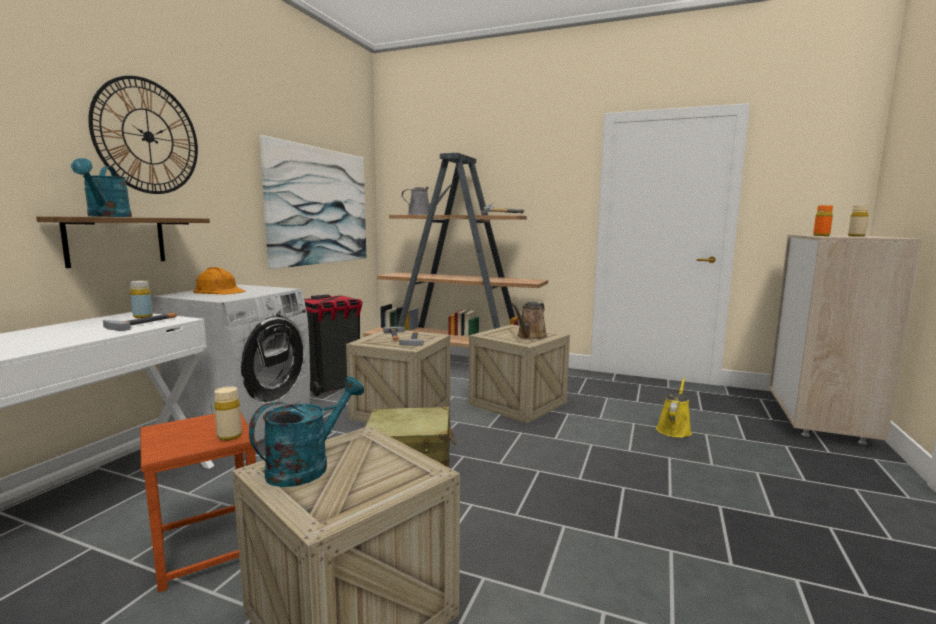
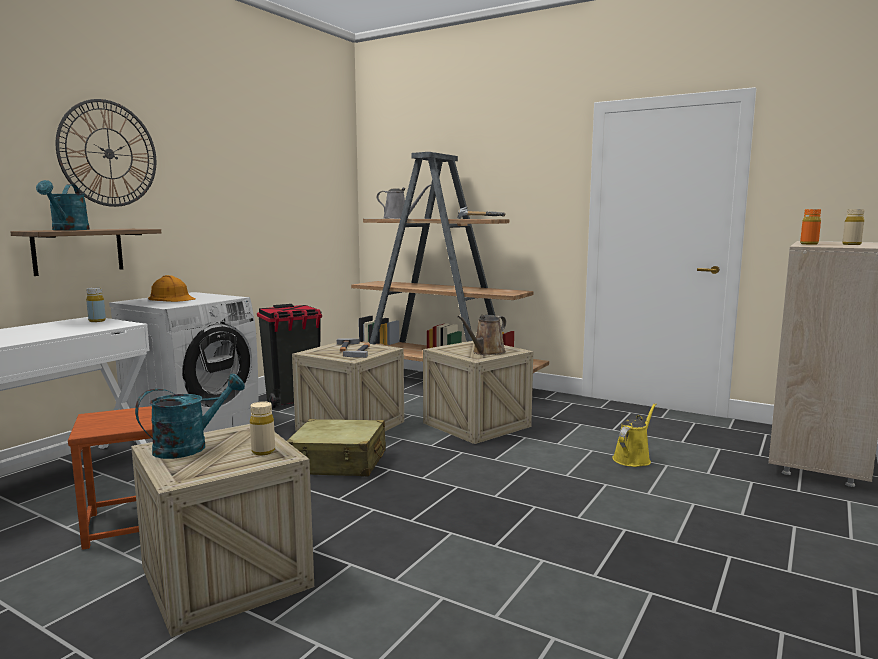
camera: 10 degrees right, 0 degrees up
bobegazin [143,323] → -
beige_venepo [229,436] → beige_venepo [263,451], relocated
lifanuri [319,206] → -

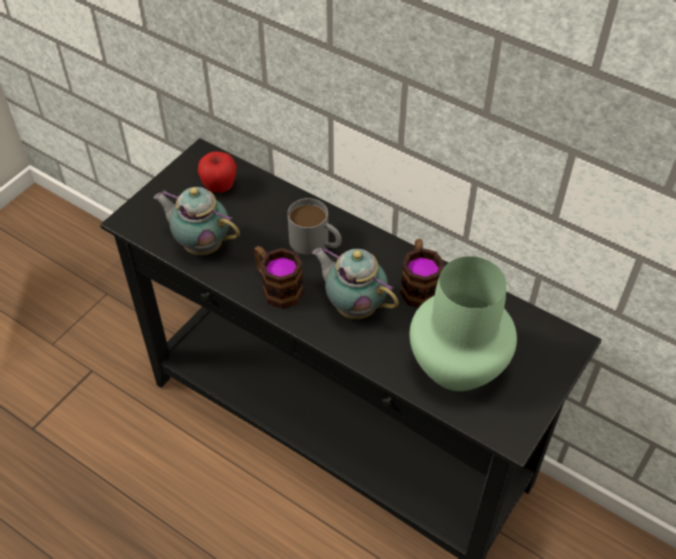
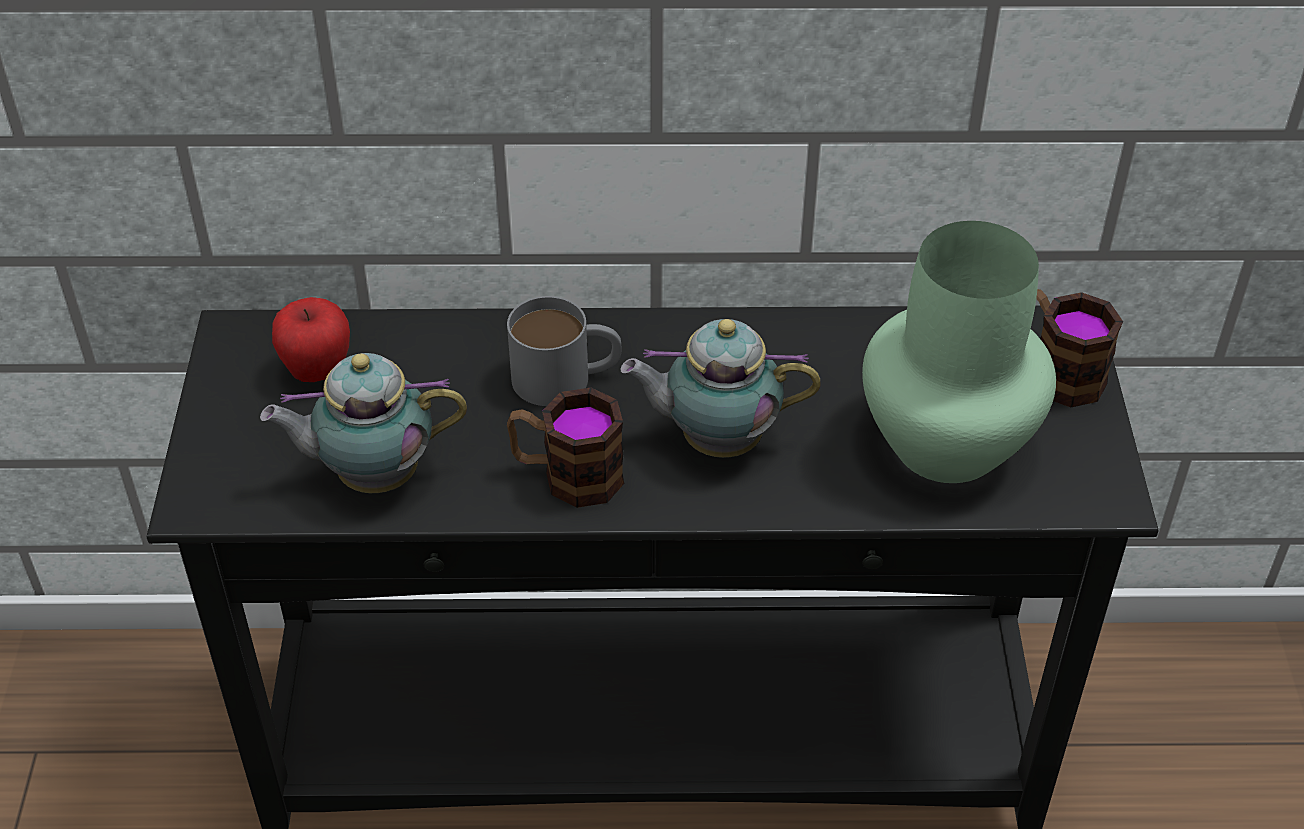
camera: 35 degrees left, 5 degrees down
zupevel [419,285] → zupevel [1056,371], relocated

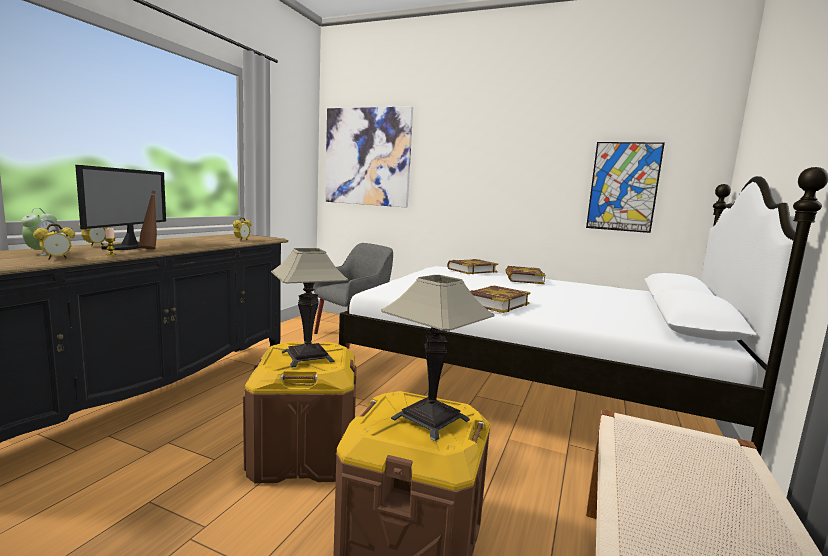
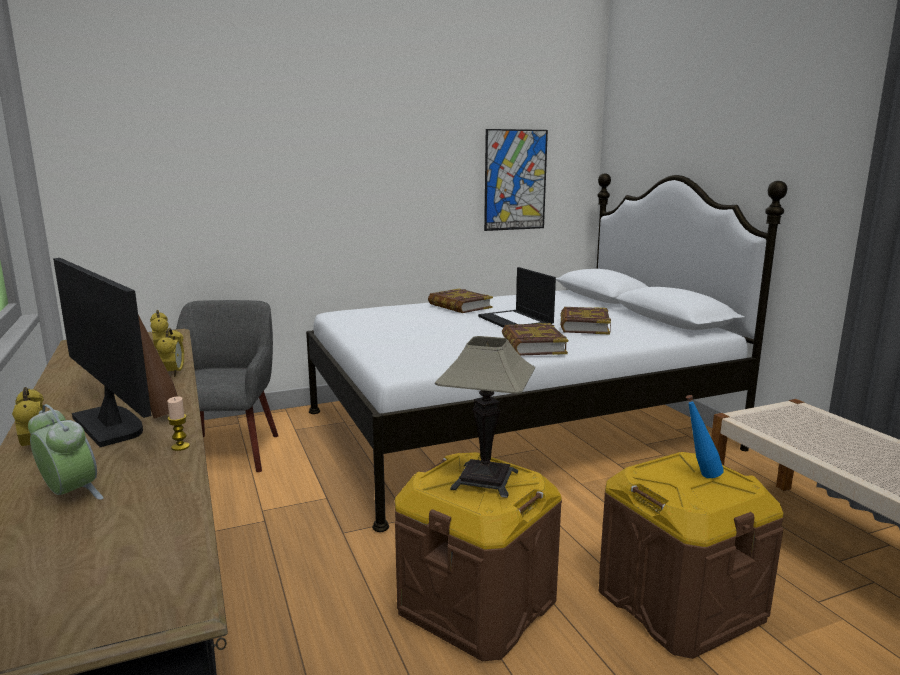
camera: 45 degrees left, 5 degrees up
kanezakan [56,258] → kanezakan [174,374], relocated
lifanuri [367,157] → -
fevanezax [430,419] → blue_venepo [699,476]
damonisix [471,270] → damonisix [583,326], relocated
- → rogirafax [516,321]

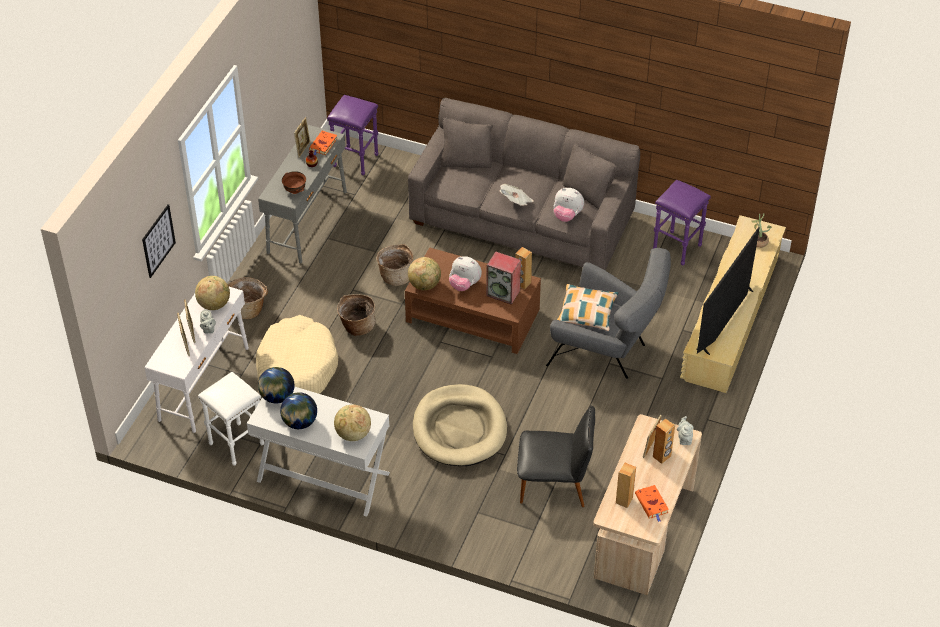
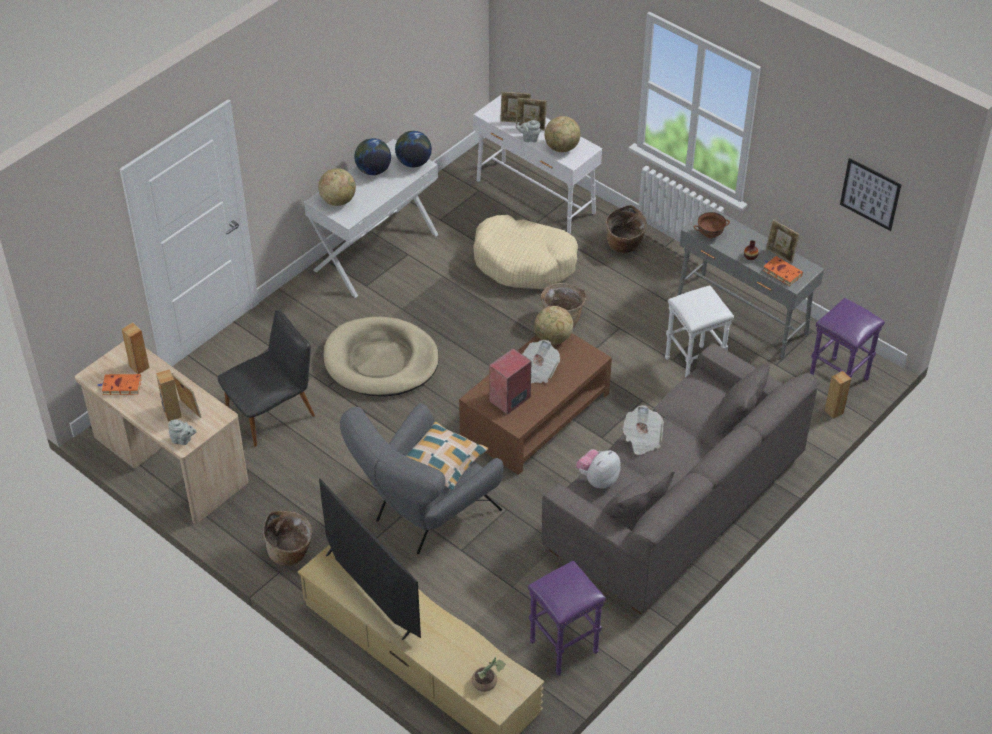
camera: 110 degrees right, 0 degrees up
lifanuri [158,240] → lifanuri [870,194], relocated
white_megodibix [238,443] → white_megodibix [693,366], relocated
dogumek [396,276] → dogumek [291,553], relocated
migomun [464,285] → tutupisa [538,370]
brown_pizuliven [522,283] → brown_pizuliven [833,411], relocated
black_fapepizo [553,483] → black_fapepizo [270,412], 150 degrees counterclockwise

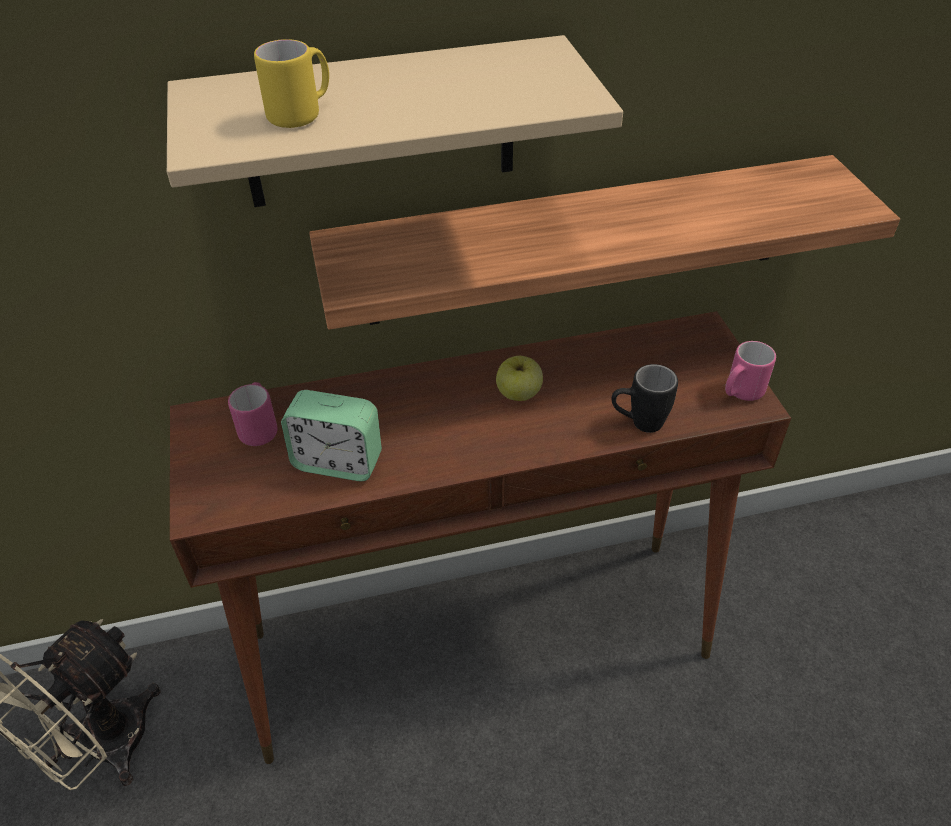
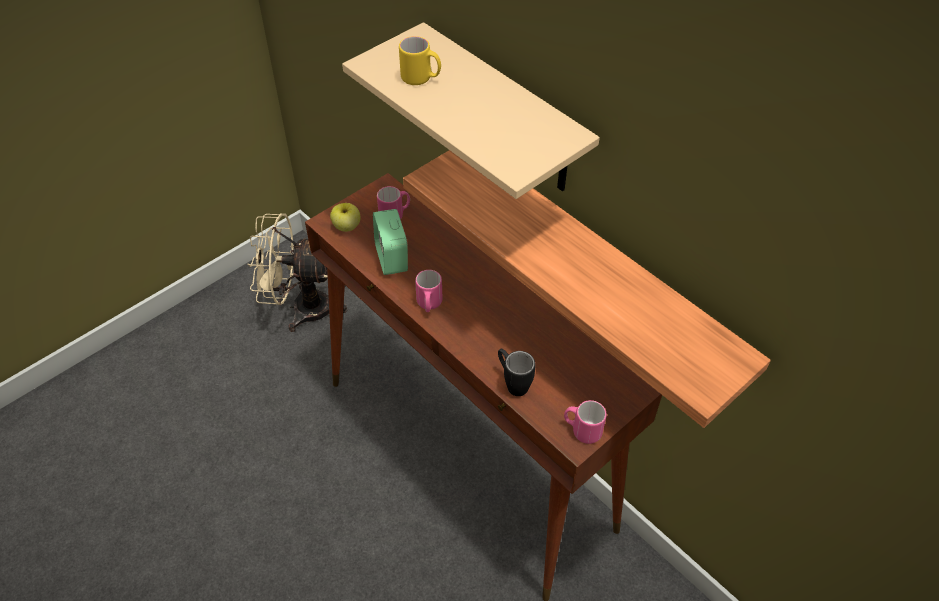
camera: 60 degrees right, 5 degrees up
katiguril [519,394] → katiguril [346,227], relocated
- → pink_zupevel [429,305]

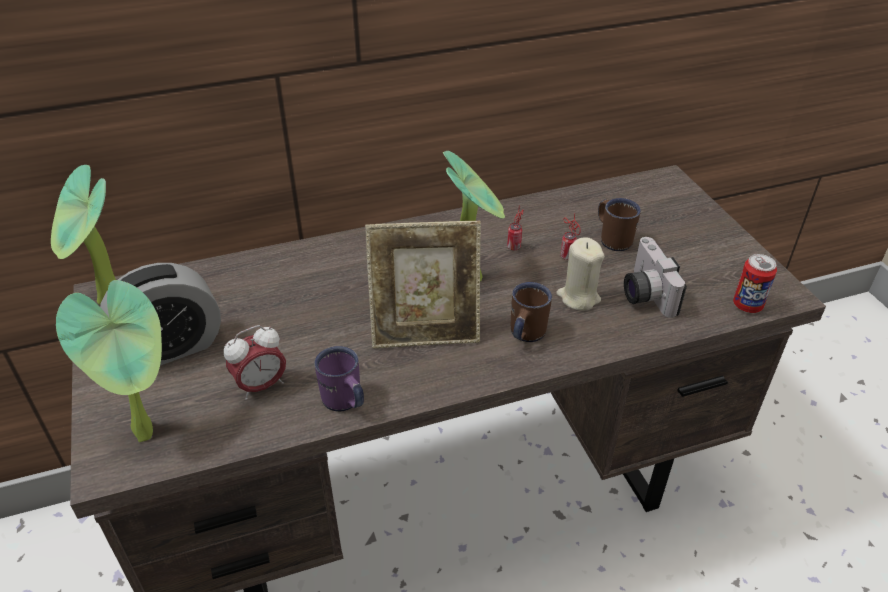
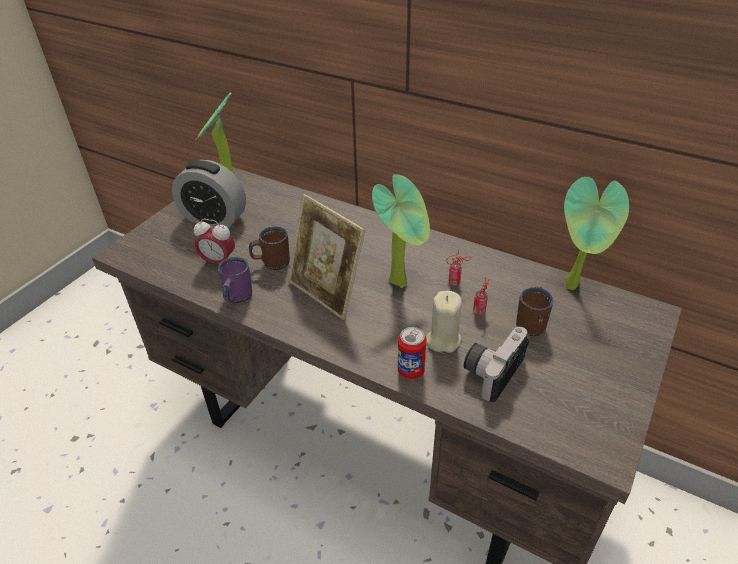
camera: 50 degrees right, 0 degrees up
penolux [150,431] → penolux [575,286], relocated
brown_zupevel [524,335] → brown_zupevel [271,263], relocated
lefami [747,305] → lefami [411,370], relocated

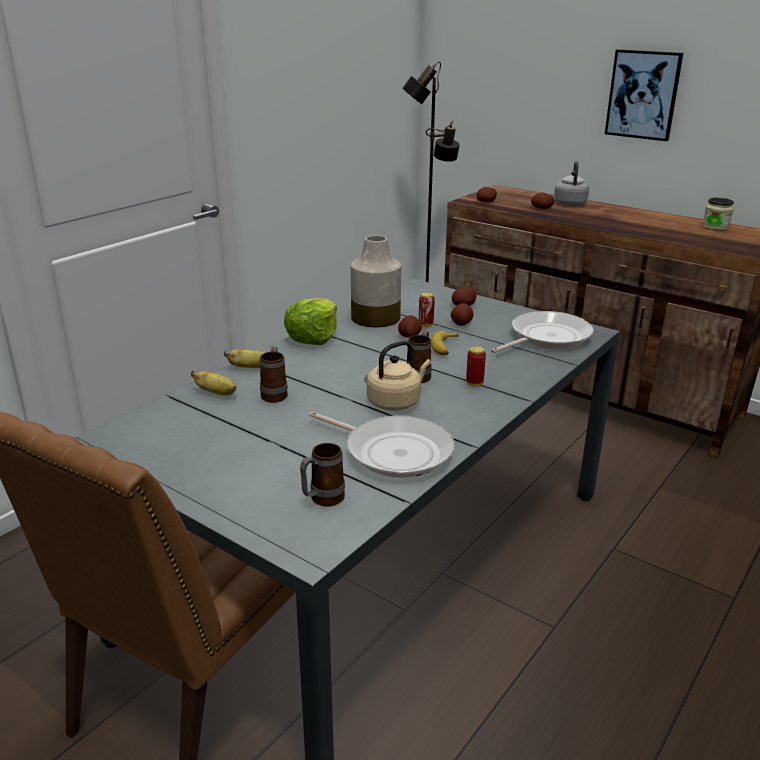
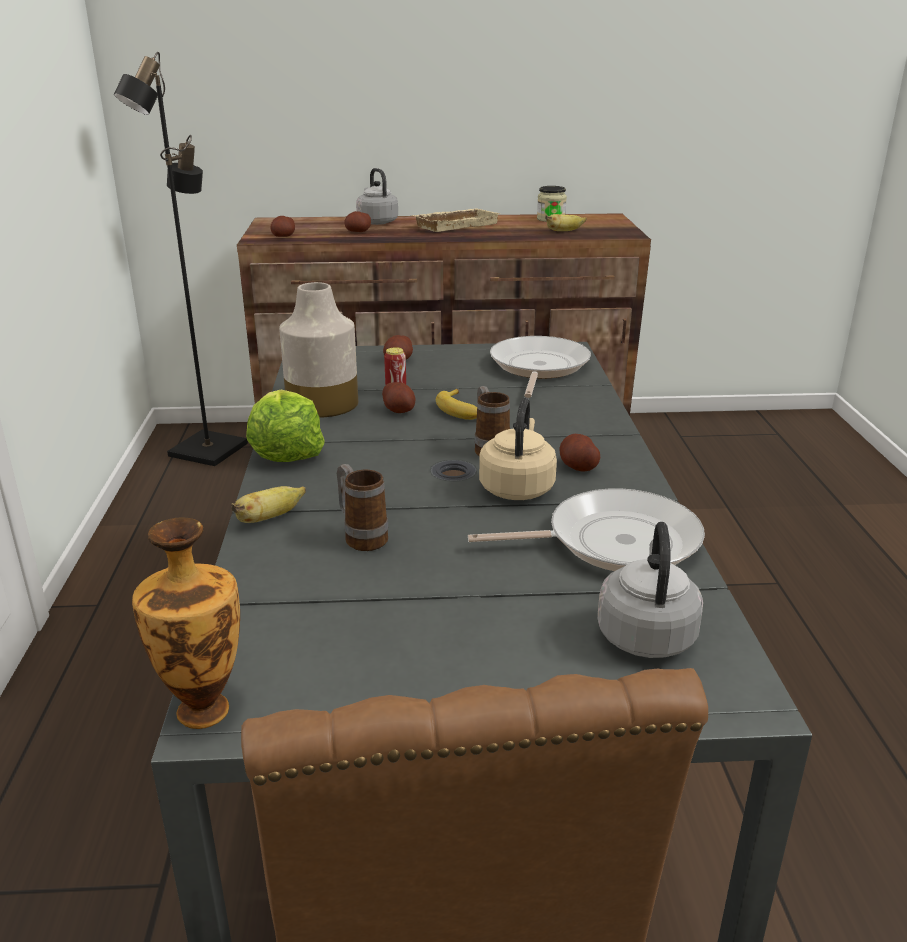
camera: 40 degrees left, 0 degrees up
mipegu [217,393] → mipegu [564,231], relocated
zupevel [322,500] → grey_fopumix [646,633]
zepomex [461,323] → zepomex [578,466], relocated
lefami [474,383] → -
lifanuri [643,94] → -
- → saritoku [204,707]
- → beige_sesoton [456,225]

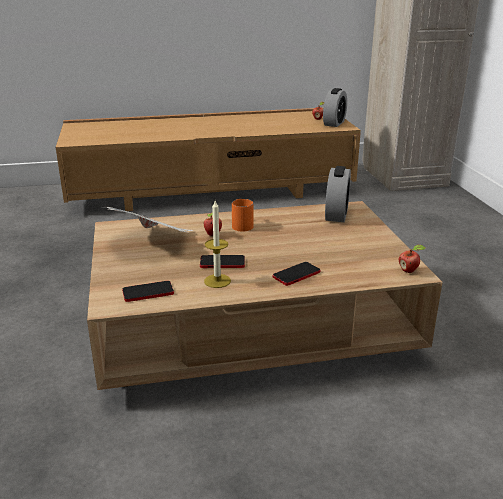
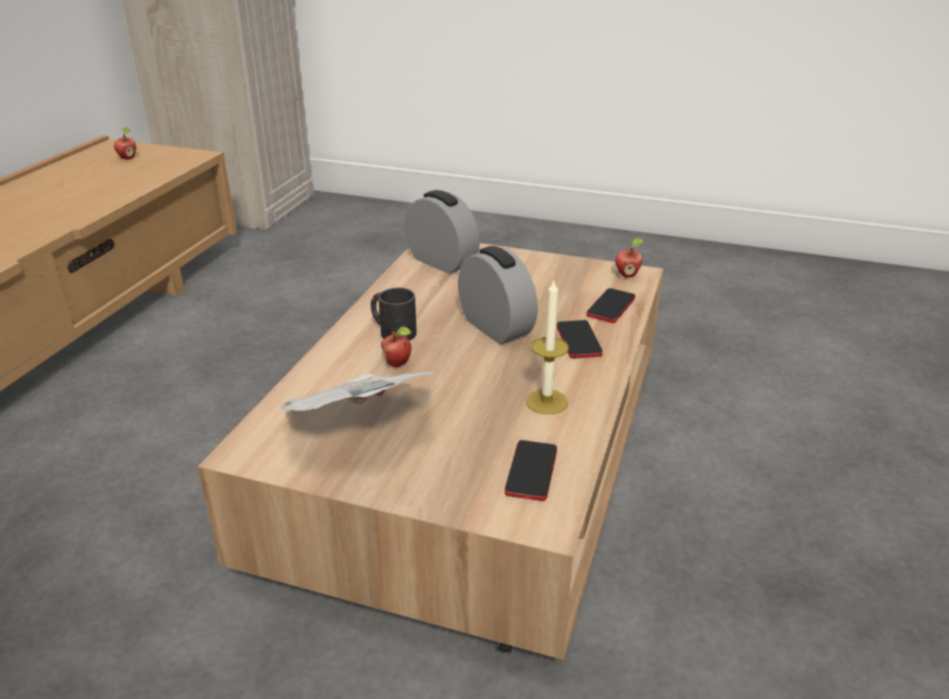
camera: 60 degrees left, 5 degrees up
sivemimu [222,262] → sivemimu [611,307], relocated
orange_zupevel [243,224] → black_zupevel [392,331]
kanezakan [334,123] → kanezakan [496,327], relocated

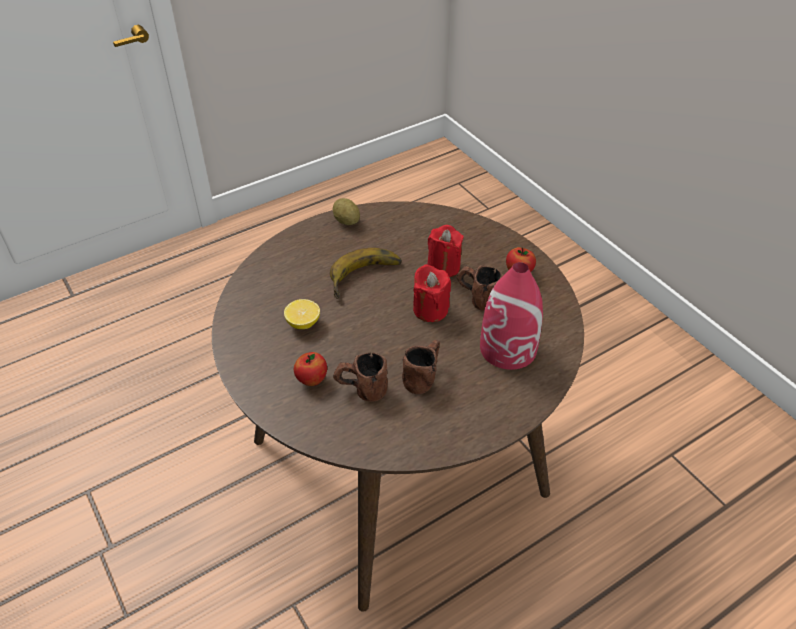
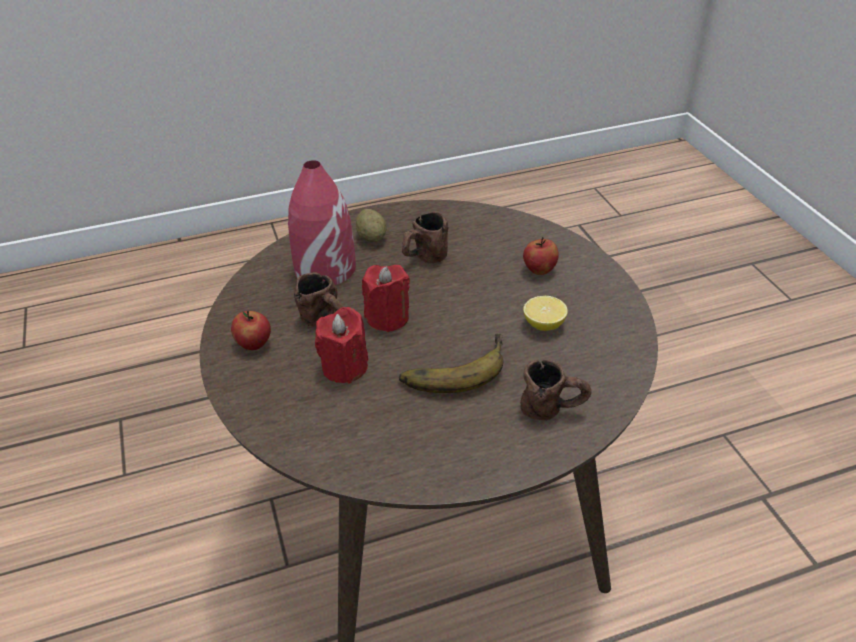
camera: 165 degrees left, 5 degrees down
zepomex [346,221] → zepomex [371,237], relocated
brown_zupevel [361,390] → brown_zupevel [553,409], relocated

